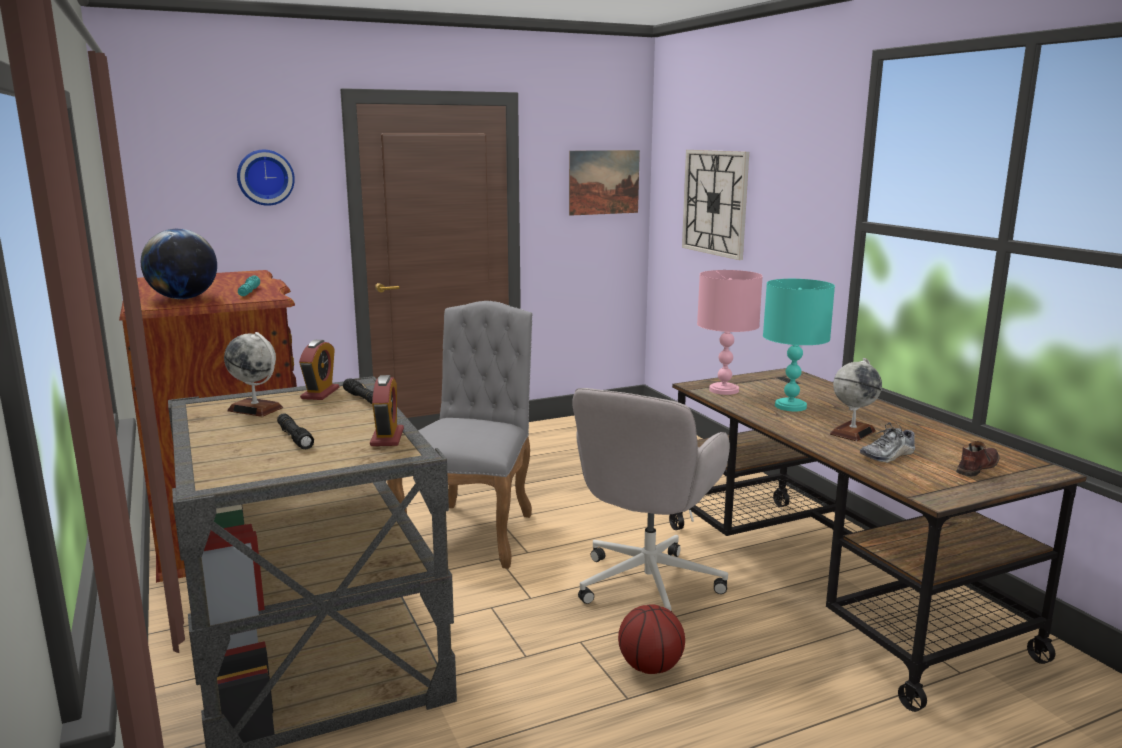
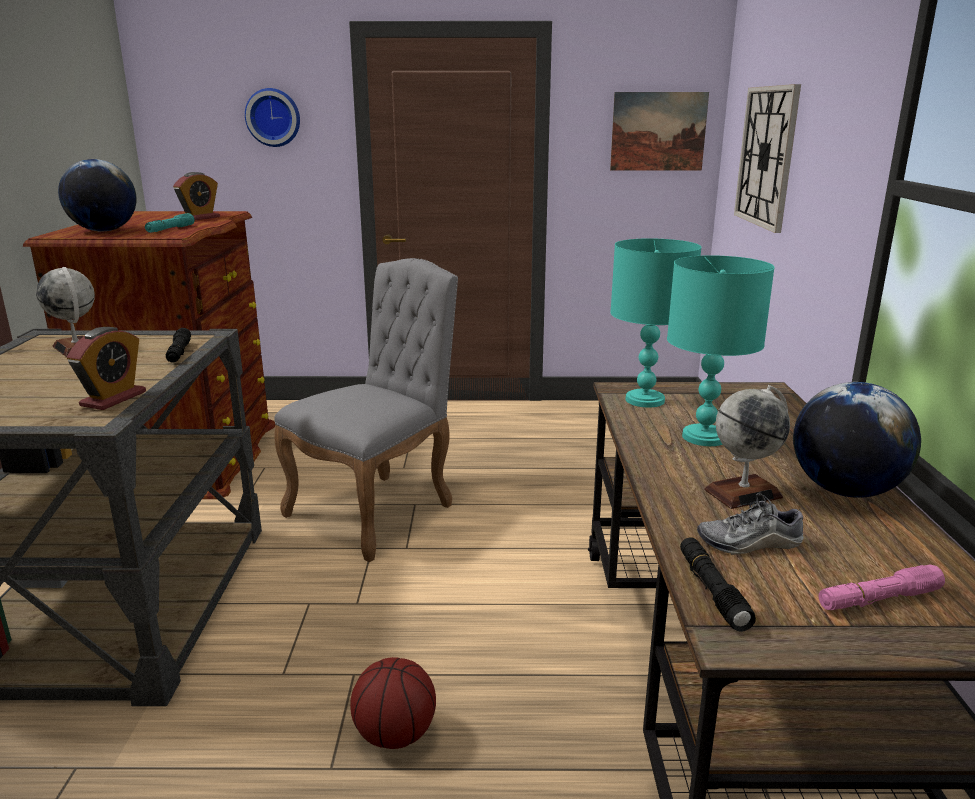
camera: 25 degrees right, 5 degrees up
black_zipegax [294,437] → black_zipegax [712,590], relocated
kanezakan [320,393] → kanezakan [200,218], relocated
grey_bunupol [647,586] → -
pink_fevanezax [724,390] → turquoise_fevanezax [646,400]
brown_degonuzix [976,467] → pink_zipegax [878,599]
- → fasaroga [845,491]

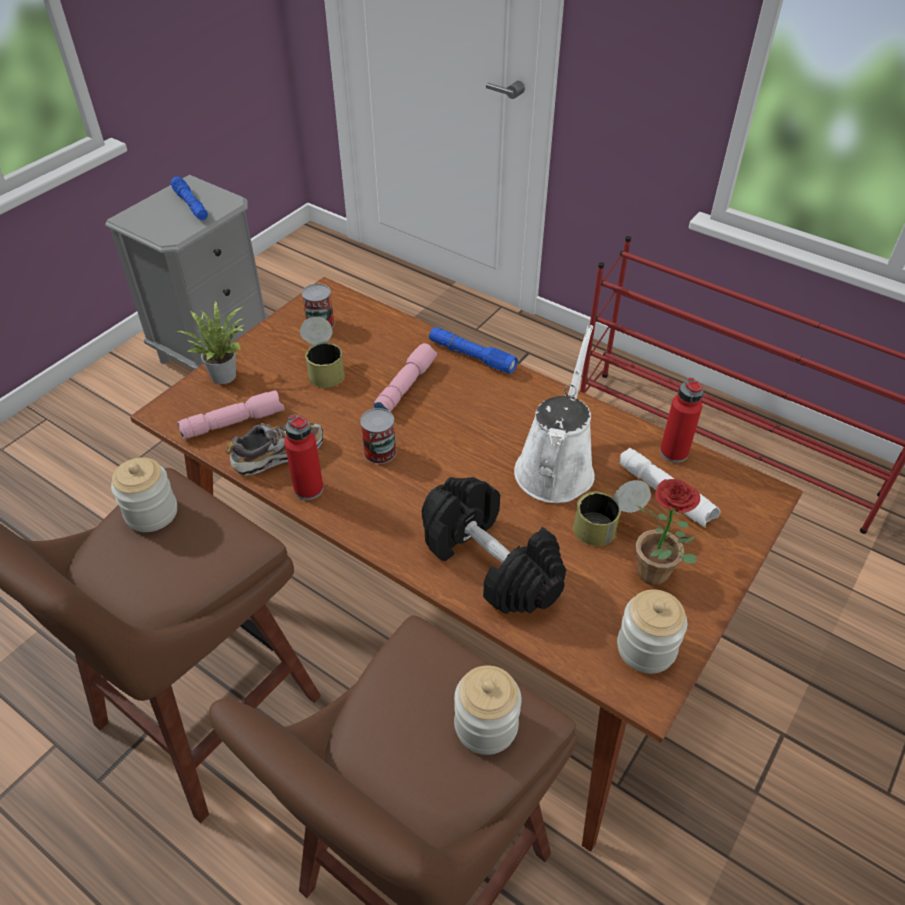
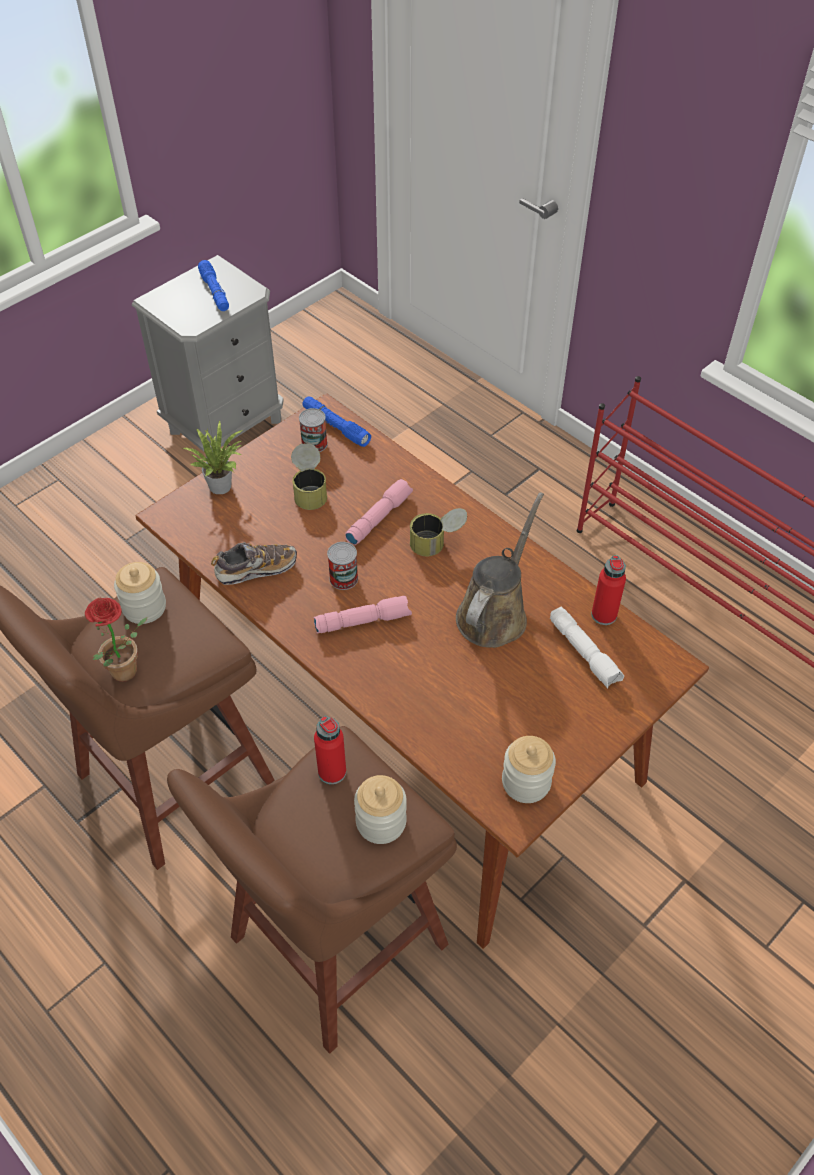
camera: 10 degrees right, 5 degrees up
pink_zipegax [234,422] → pink_zipegax [363,620], relocated
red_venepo [308,489] → red_venepo [332,772], relocated
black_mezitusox [491,562] → -
blue_zipegax [471,356] → blue_zipegax [336,426], relocated
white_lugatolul [556,466] → brown_lugatolul [494,613]
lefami [607,527] → lefami [437,543], relocated
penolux [658,577] → penolux [126,675], relocated

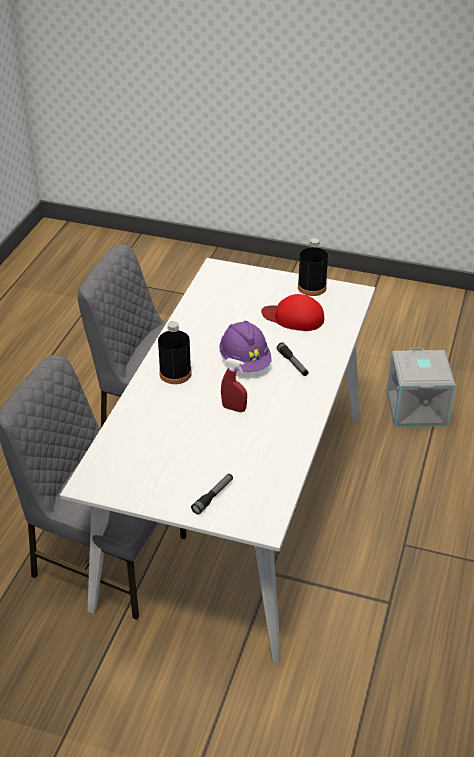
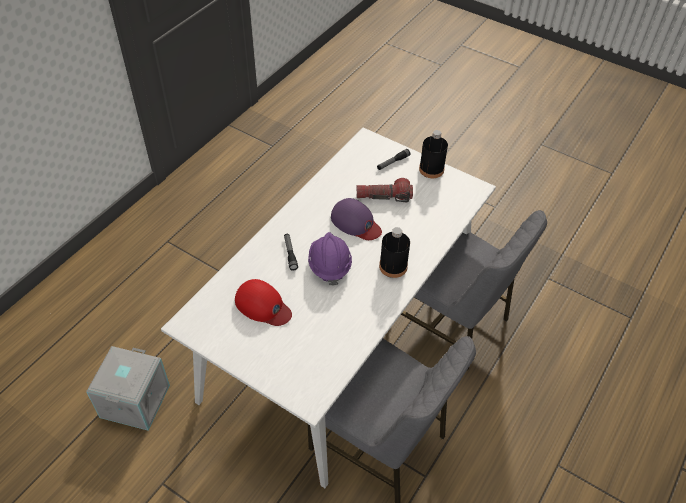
camera: 165 degrees left, 10 degrees up
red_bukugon [234,408] → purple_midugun [356,223]
black_venepo [312,287] → black_venepo [431,169], relocated
- → zipegax [384,196]

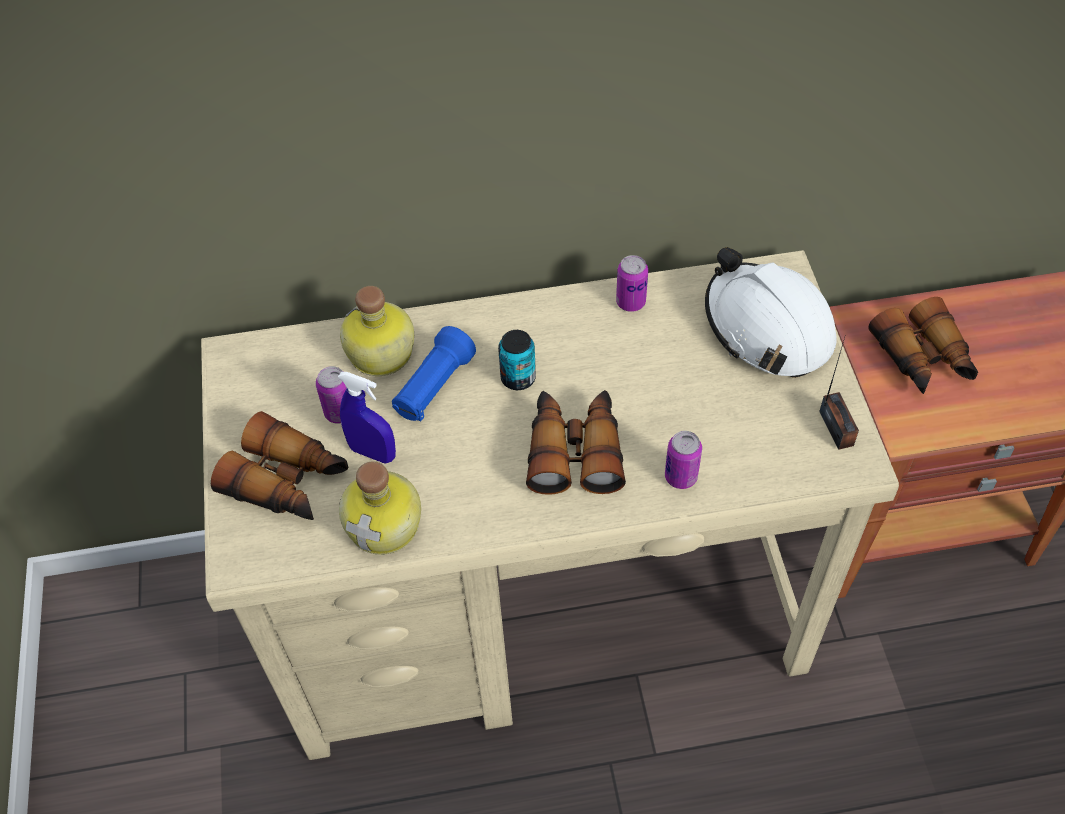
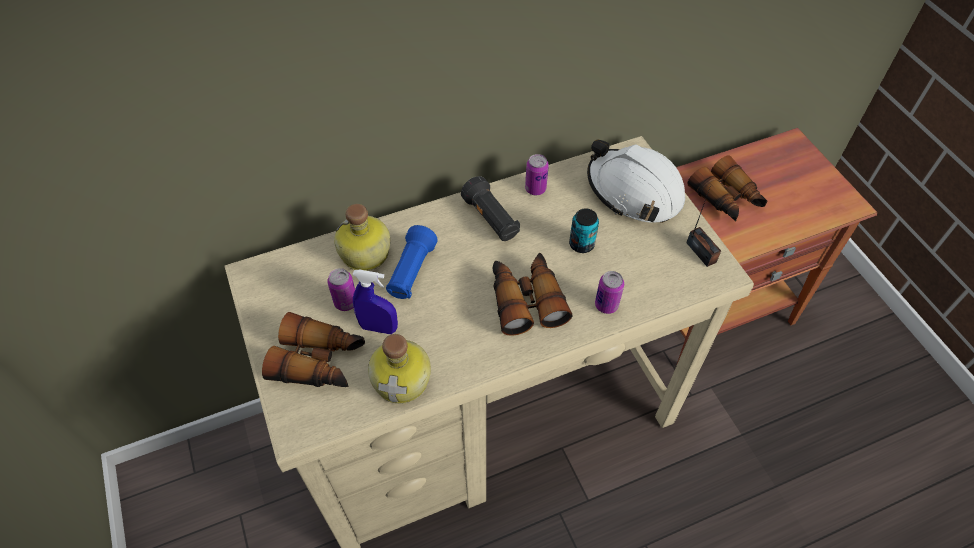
camera: 15 degrees left, 0 degrees up
lefami [518,378] → lefami [581,244], relocated
- → black_zipegax [491,219]

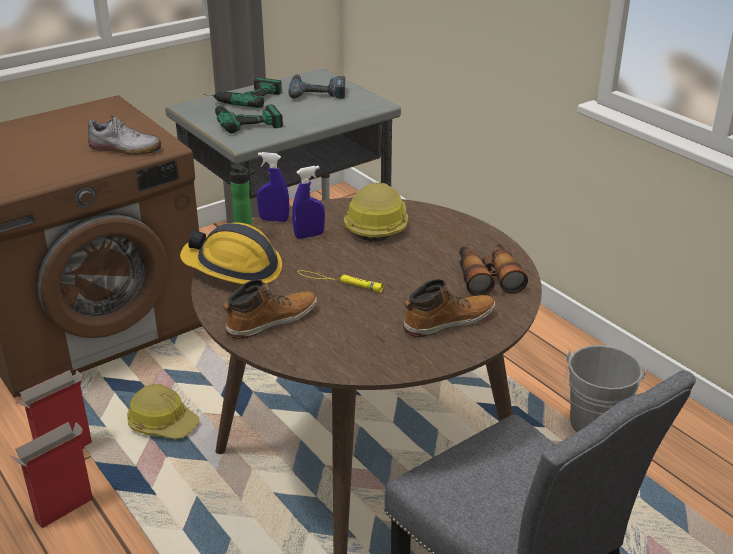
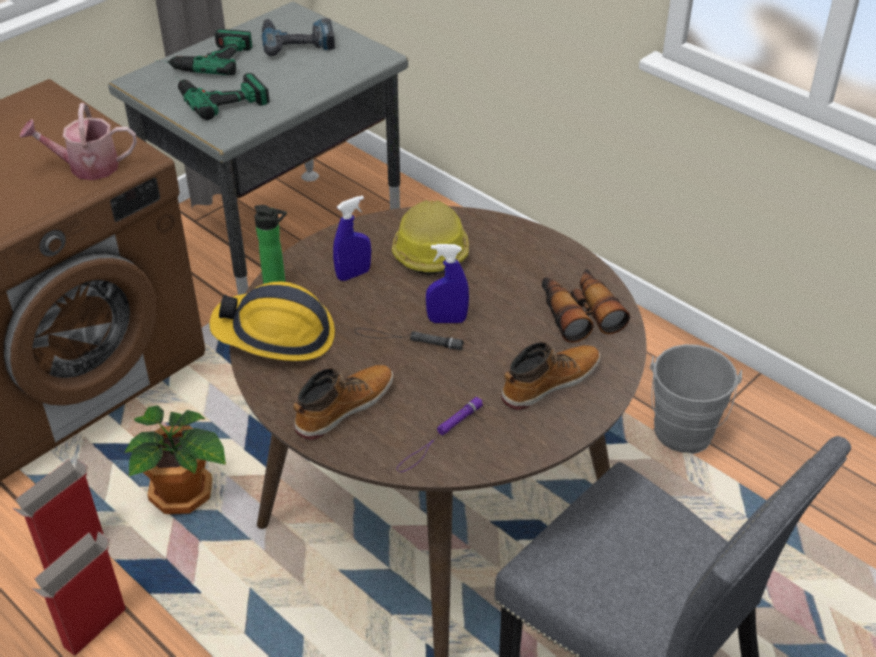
camera: 10 degrees left, 10 degrees up
degonuzix [125,148] → lugatolul [86,167]
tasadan [162,423] → penolux [183,496]
blue_bukugon [274,220] → blue_bukugon [447,320], relocated
yellow_zipegax [339,281] → black_zipegax [408,340]
- → purple_zipegax [439,437]

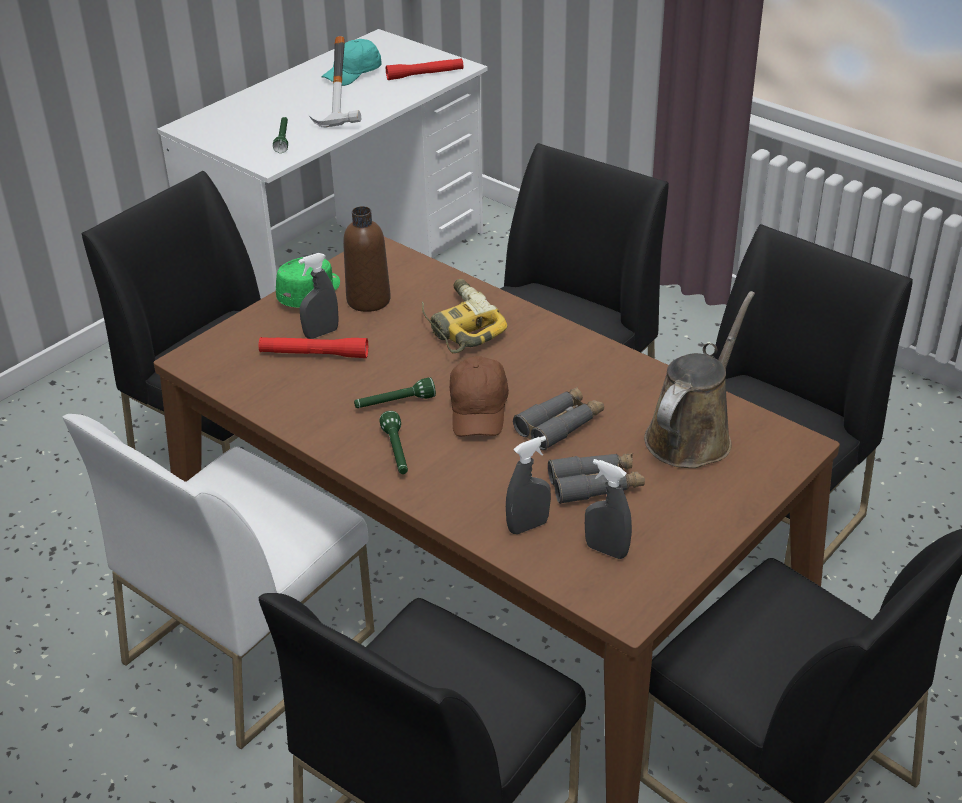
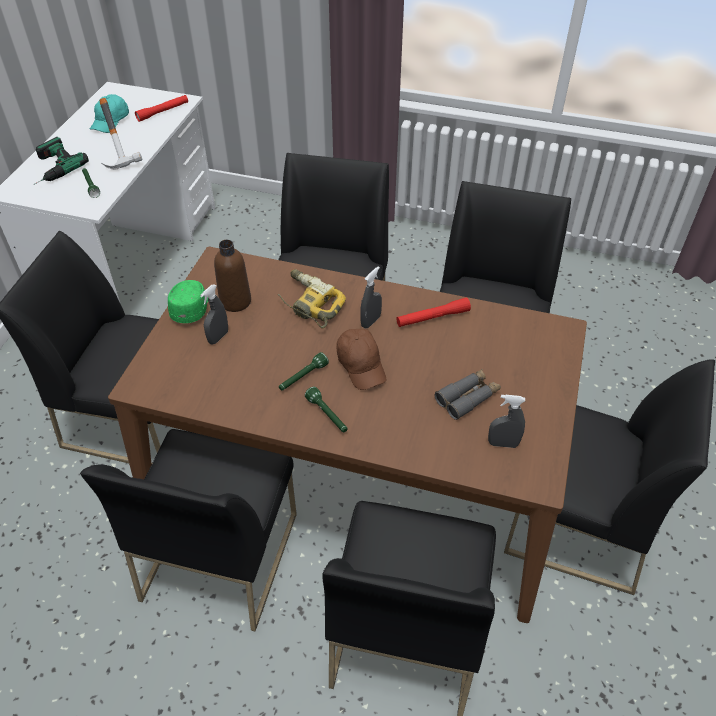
camera: 25 degrees left, 10 degrees up
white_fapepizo [249,645] → black_fapepizo [219,554]
red_zipegax [314,354] → red_zipegax [432,317], relocated
grey_bukugon [528,526] → grey_bukugon [370,321], relocated
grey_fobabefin [560,425] → -
brown_lugatolul [692,435] → -
- → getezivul [50,168]

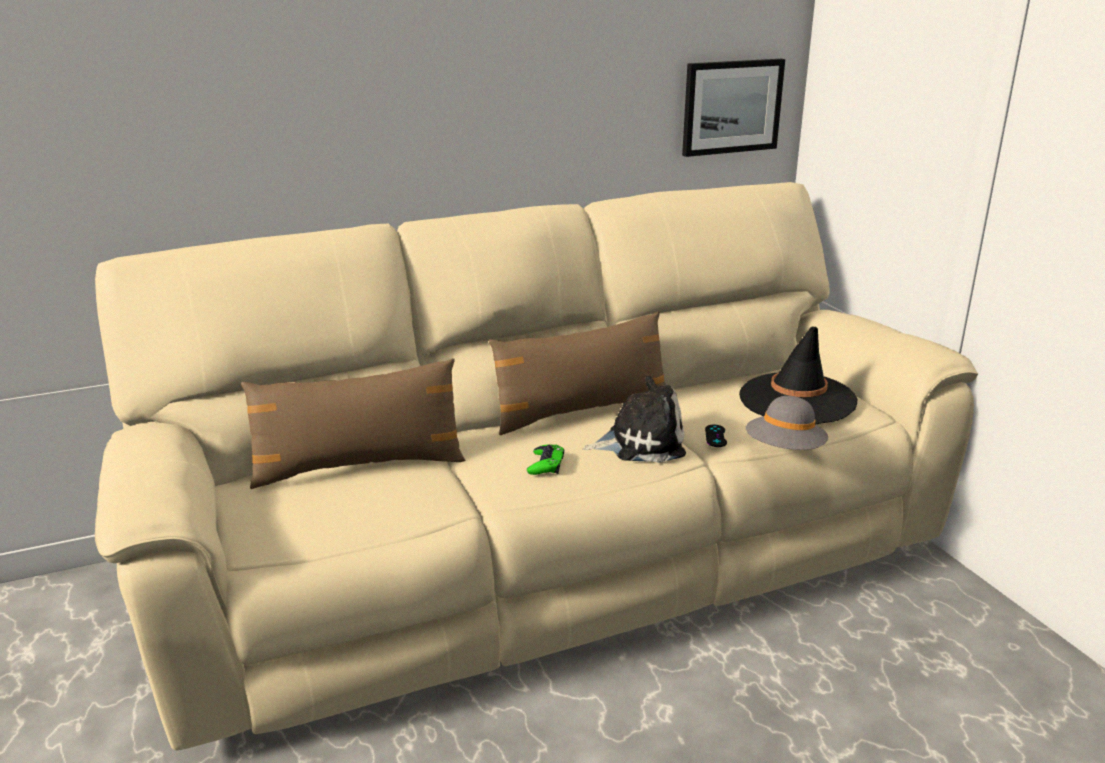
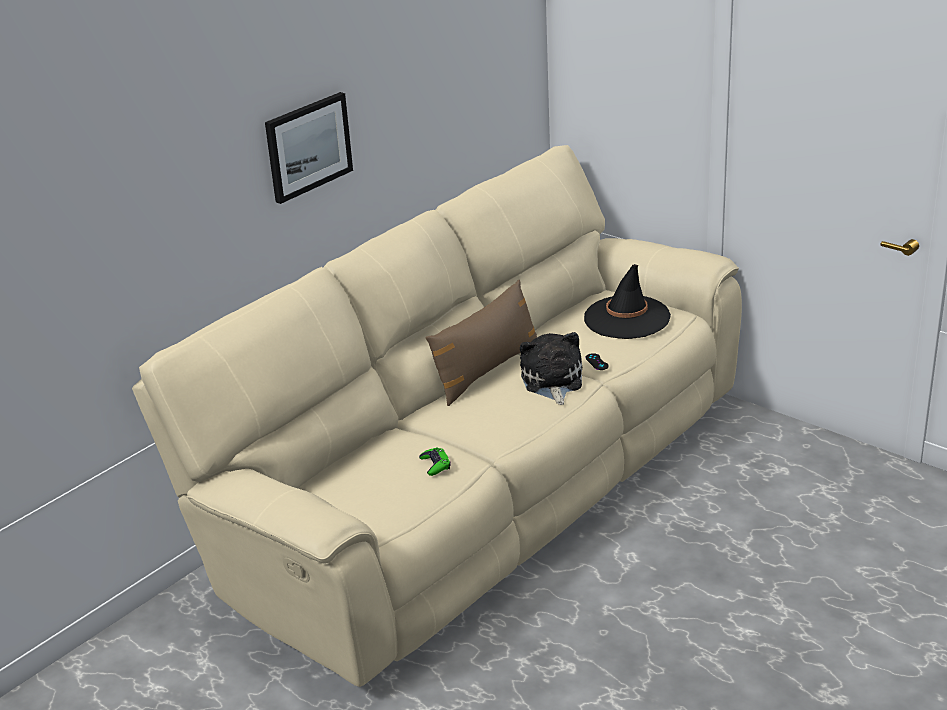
camera: 25 degrees left, 5 degrees up
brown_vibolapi [359,466] → -
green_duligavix [546,465] → green_duligavix [435,465], relocated
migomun [640,443] → migomun [552,382], 60 degrees counterclockwise
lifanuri [731,106] → lifanuri [308,146], relocated
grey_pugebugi [784,450] → -

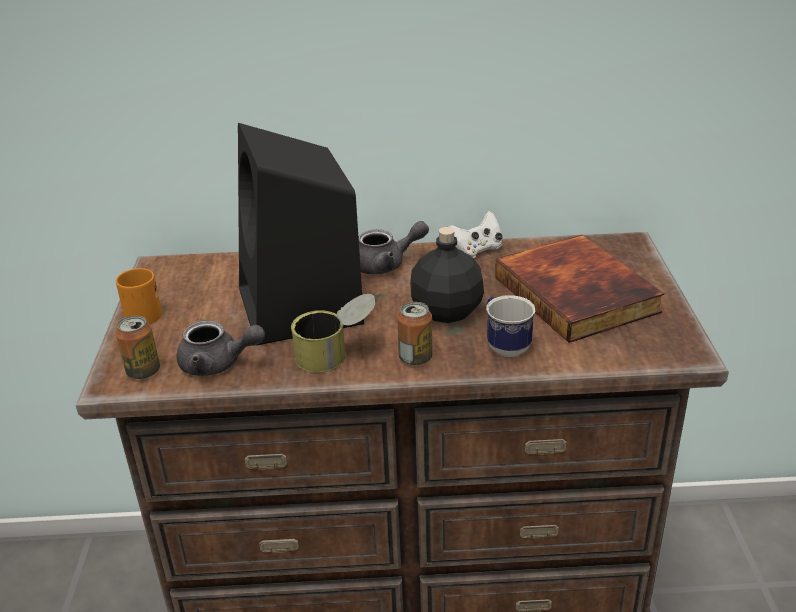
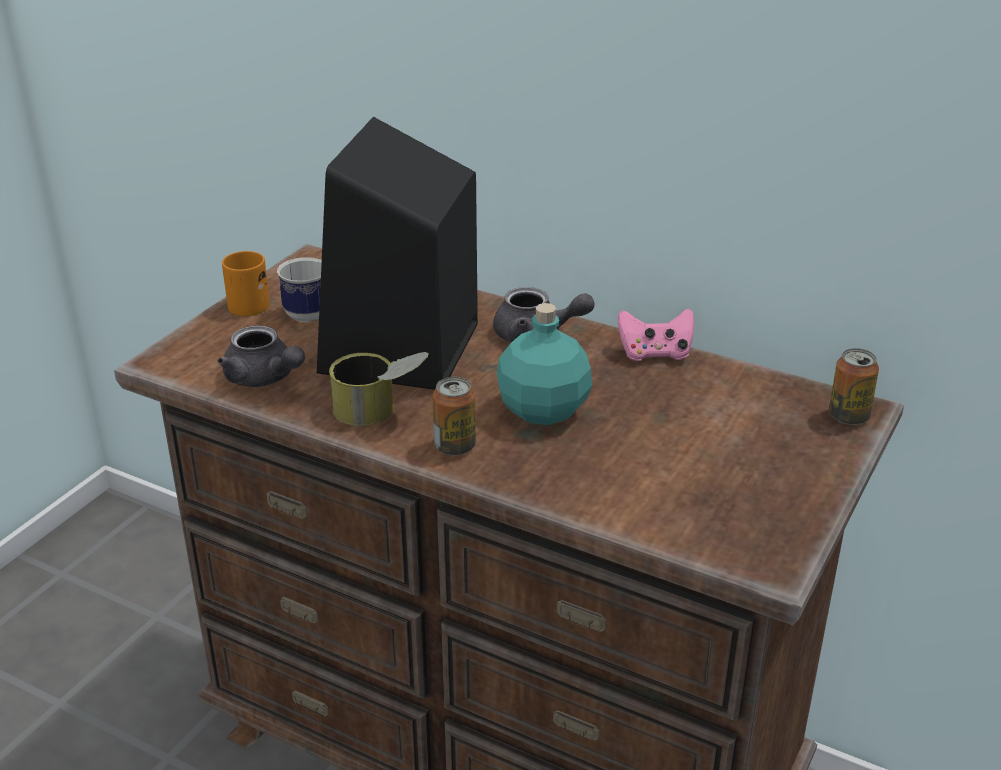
camera: 30 degrees right, 0 degrees up
lefami [143,371] → lefami [848,416], relocated
black_venepo [447,312] → turquoise_venepo [543,411]
white_duligavix [476,250] → pink_duligavix [655,354]
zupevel [504,345] → zupevel [308,311], relocated
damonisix [578,294] → -

